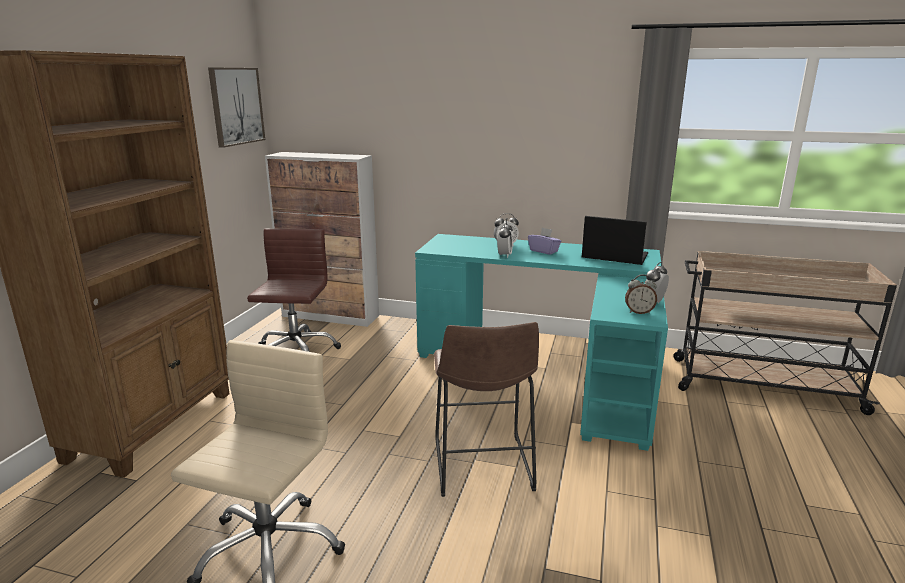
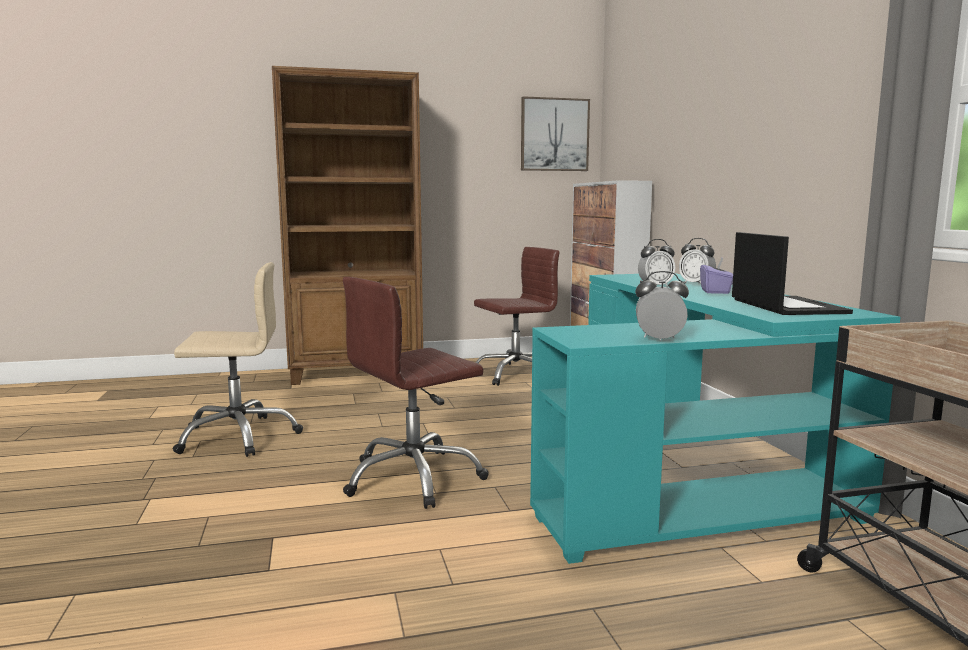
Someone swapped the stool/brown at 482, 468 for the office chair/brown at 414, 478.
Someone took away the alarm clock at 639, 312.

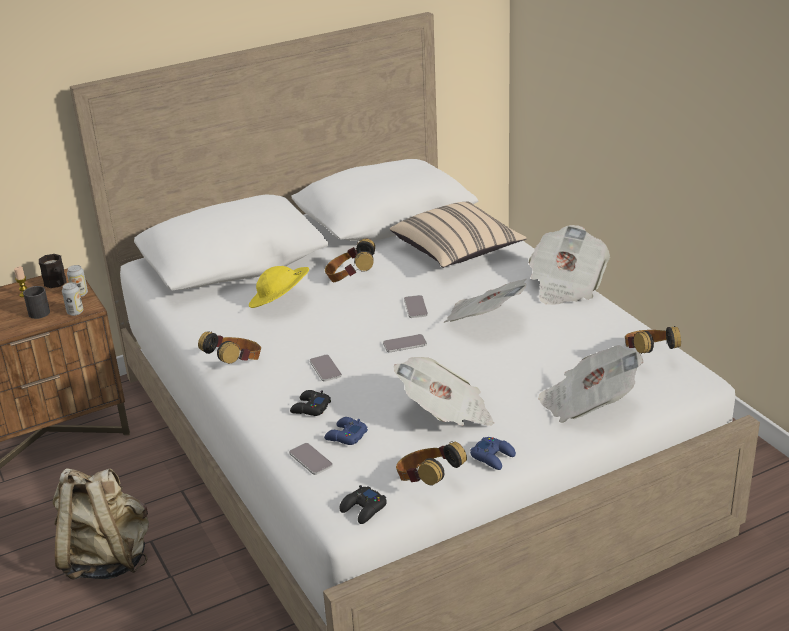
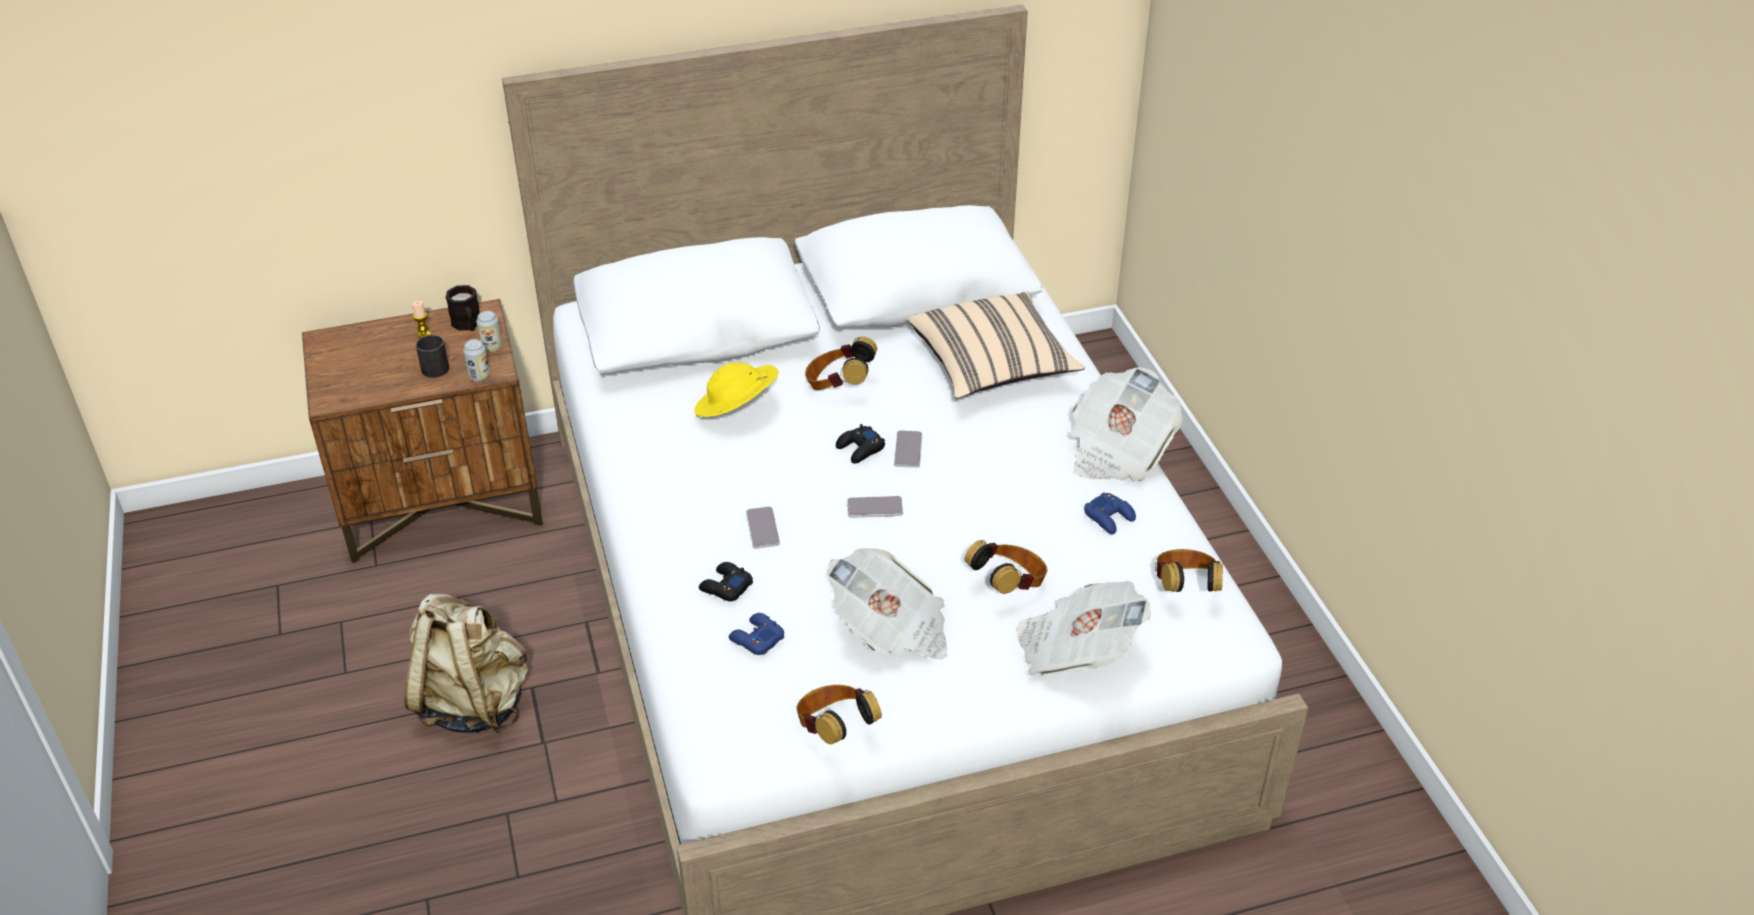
Someone carried the headphones from 235, 365 to 1008, 585.
Someone took away the phone at 310, 459.
Someone carried the game controller/black from 363, 509 to 860, 449.
Someone took away the newspaper at 484, 320.
Someone carried the game controller/blue from 493, 457 to 1109, 517.

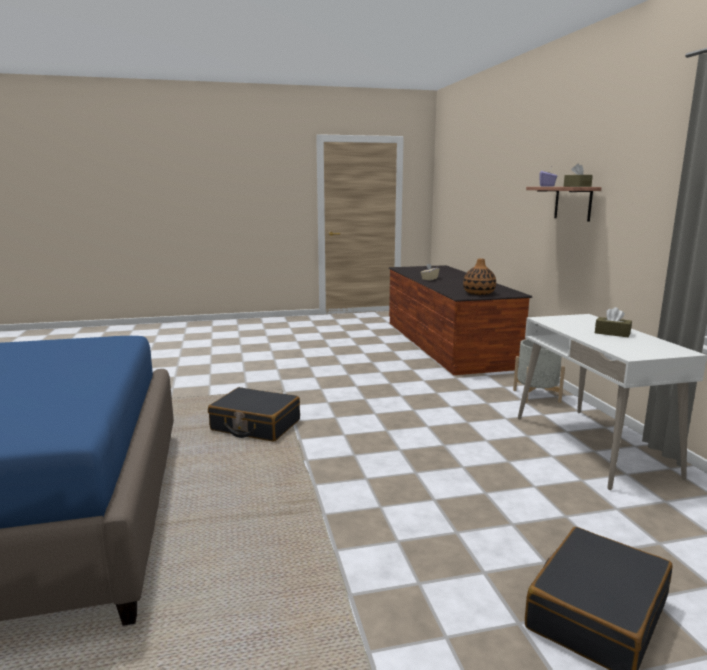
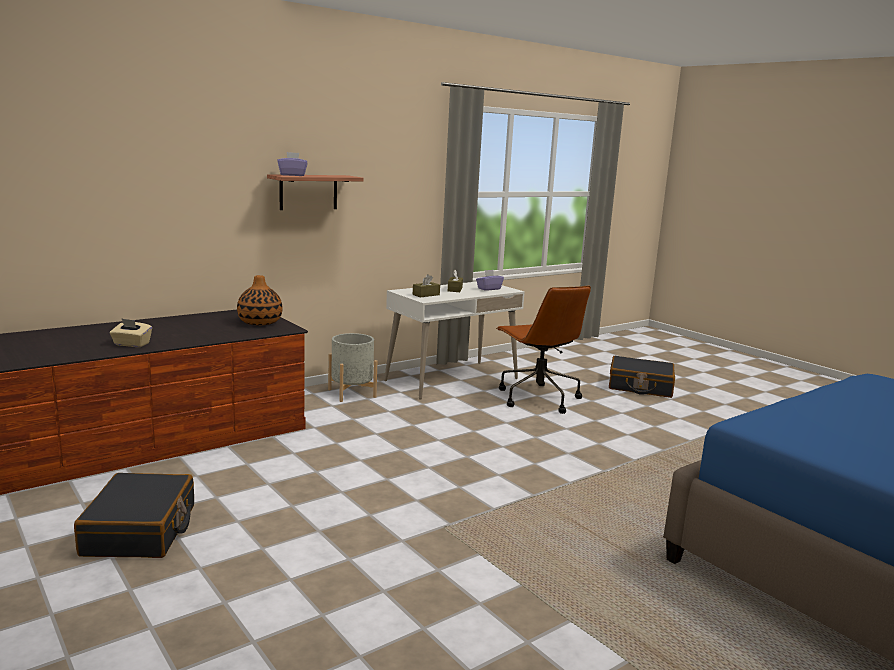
Someone carried the suitcase/black from 255, 425 to 140, 530.
Someone carried the tissue box/brown from 577, 186 to 426, 295.
Someone put down the tissue box/purple at 489, 289.
Someone put down the office chair/brown at 537, 398.

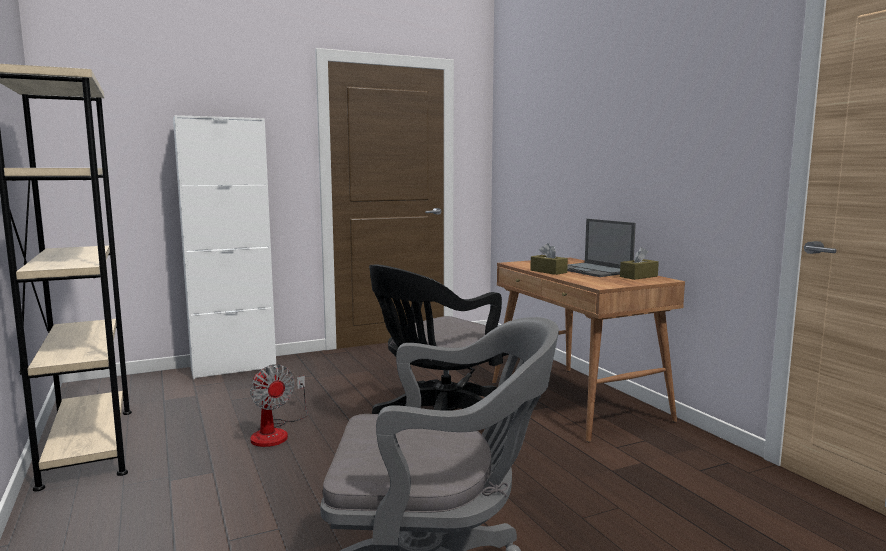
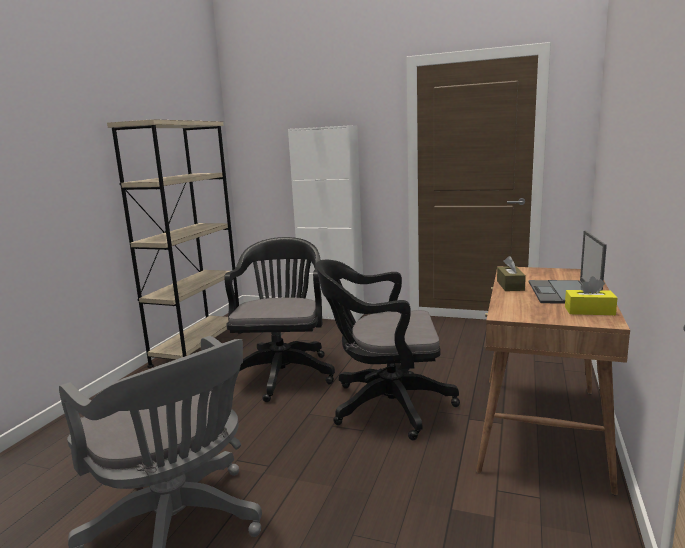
Someone swapped the fan at 276, 433 for the office chair/black at 283, 372.
Someone repainted the tissue box/brown at 638, 276, which became the tissue box/yellow at 589, 311.

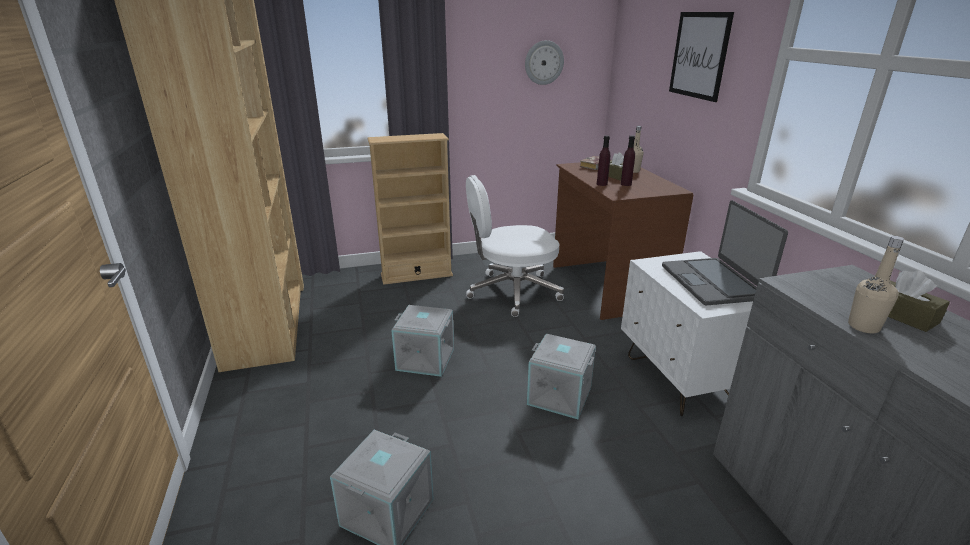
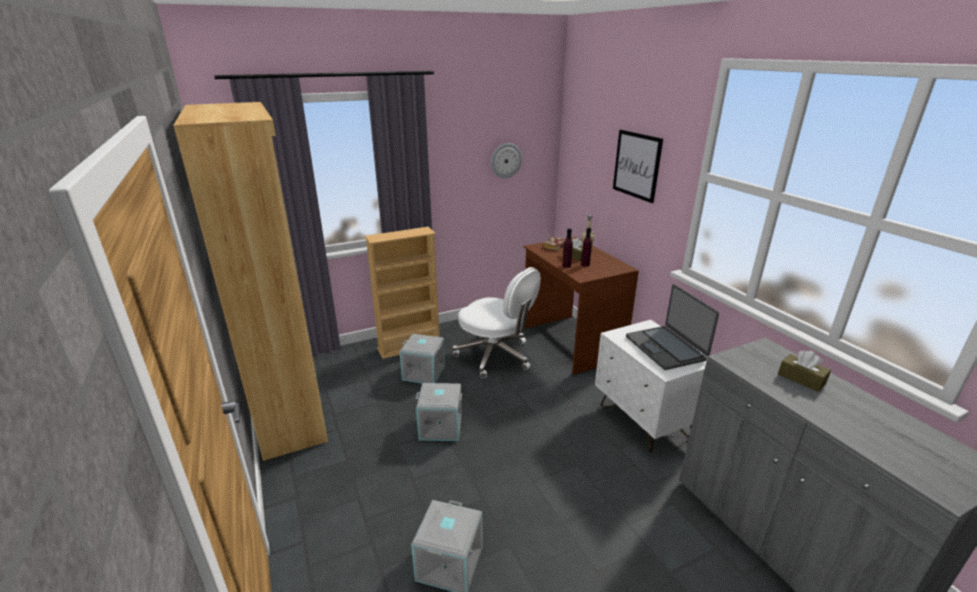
Someone rotated the office chair/white at 512, 292 by 120 degrees counterclockwise.
Someone carried the storage box/grey from 560, 395 to 424, 372.
Someone took away the bottle/beige at 863, 326.

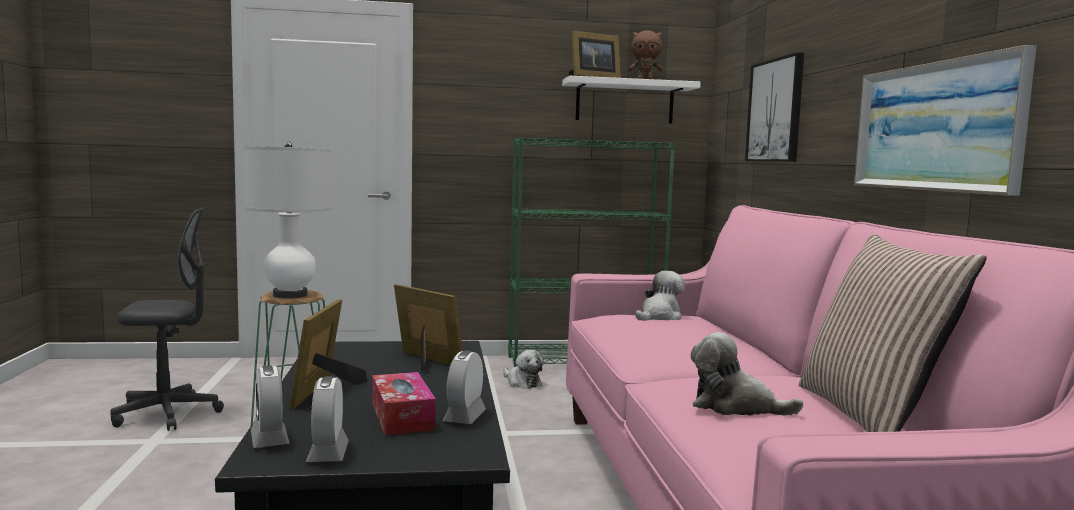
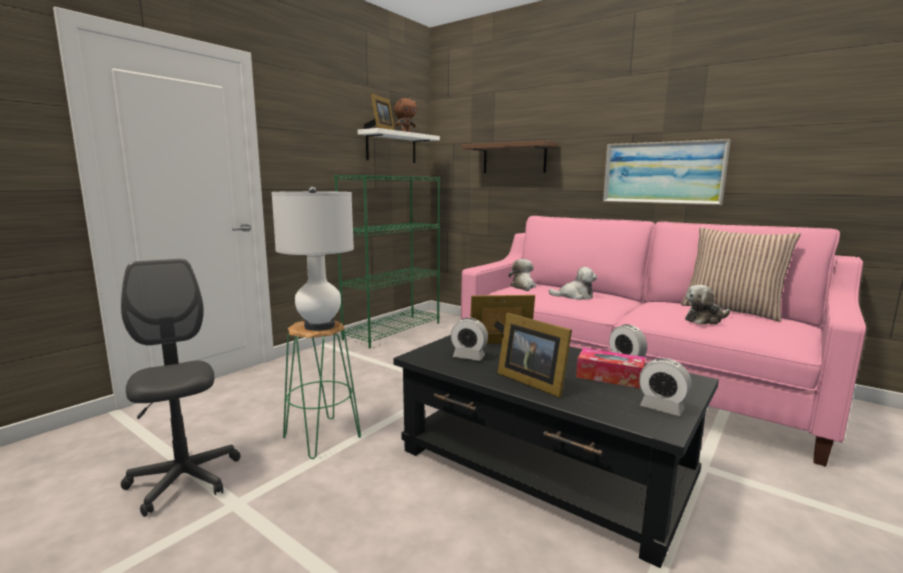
Someone rotated the office chair/grey at 167, 414 by 60 degrees counterclockwise.
Someone carried the alarm clock from 269, 439 to 468, 357.
Someone carried the plush toy from 522, 382 to 574, 296.
Someone swapped the picture at 775, 111 for the shelf/brown at 514, 158.

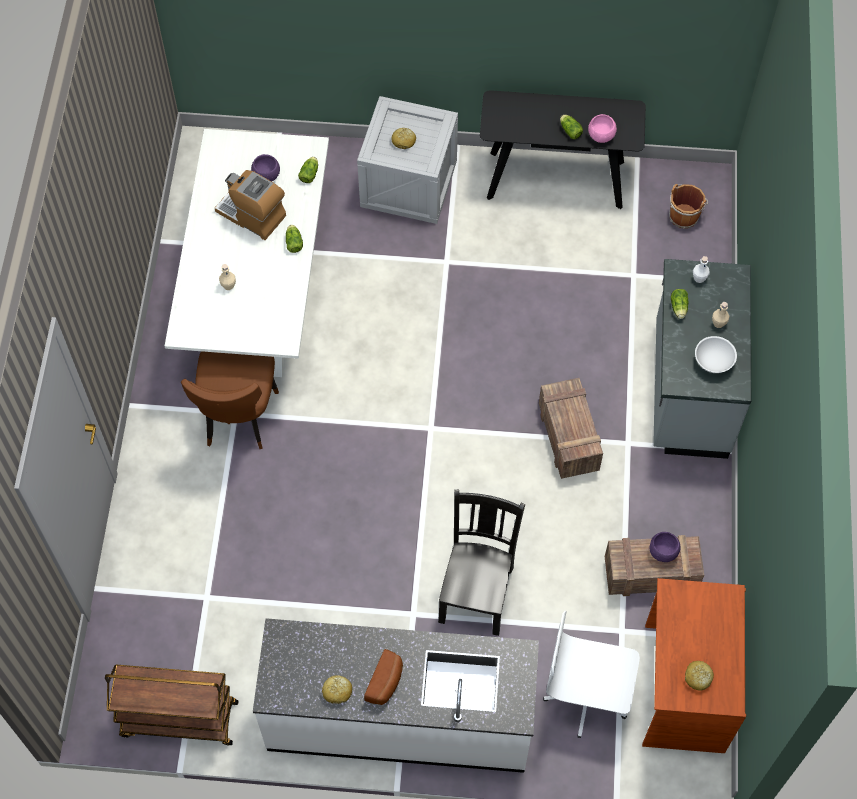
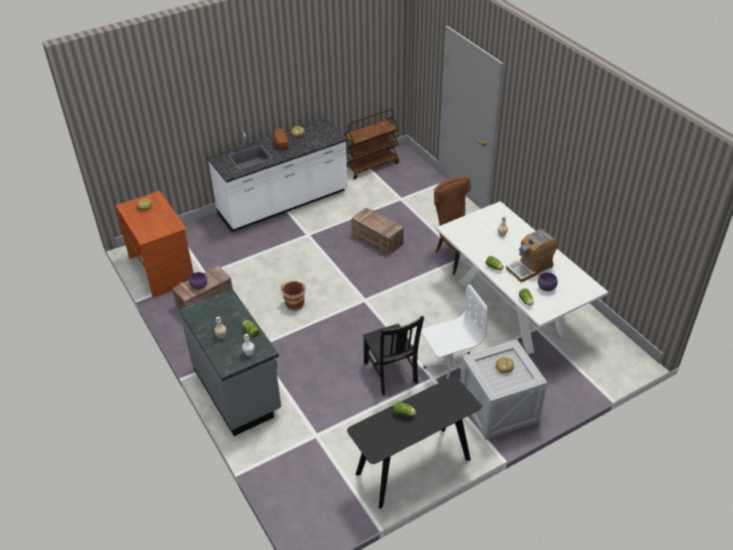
Someone rotated the coffee machine at 252, 214 by 150 degrees clockwise.
Someone carried the chair/black from 477, 592 to 391, 374.
Someone carried the crate from 567, 436 to 378, 240.
Someone carried the office chair/white from 587, 697 to 449, 365.
Someone took away the bowl/pink at 600, 136.
Someone carried the bucket/brown from 684, 215 to 295, 304.
Someone took away the bowl/white at 713, 361.

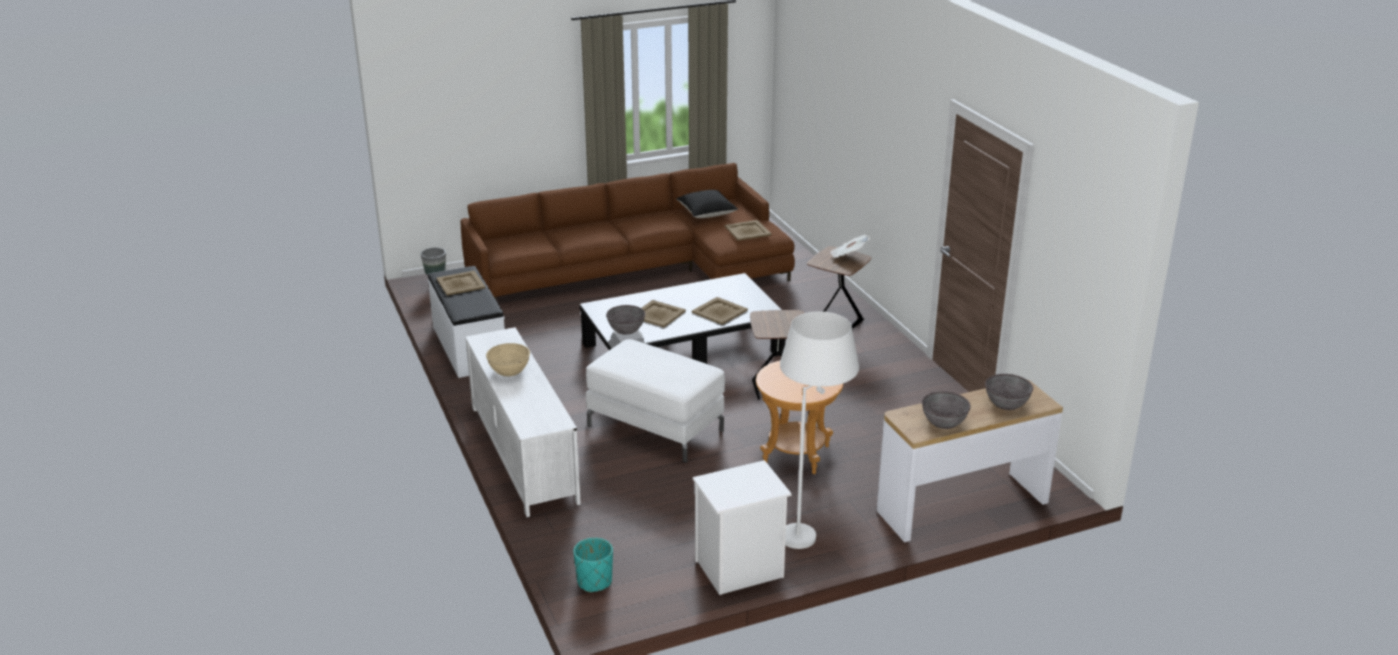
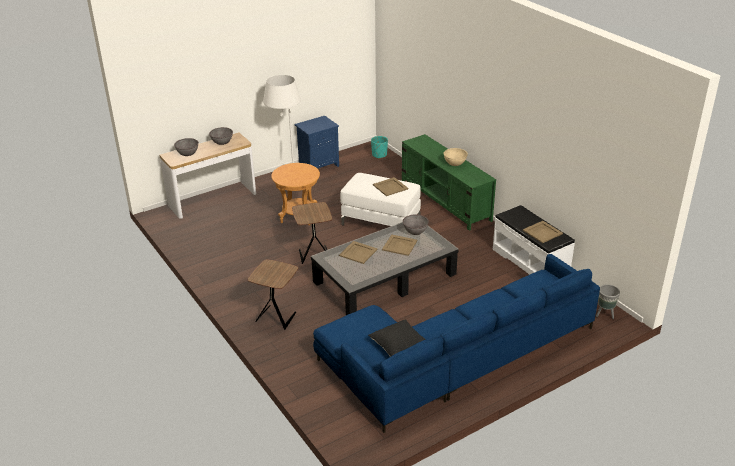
Someone repainted the sofa/brown at 638, 270, which became the sofa/blue at 453, 357.
Someone repainted the tv stand/white at 523, 453, which became the tv stand/green at 445, 201.
Someone repainted the nightstand/white at 739, 570, which became the nightstand/blue at 319, 165.
Someone carried the tray/beige from 747, 230 to 390, 187.
Someone took away the newspaper at 848, 256.

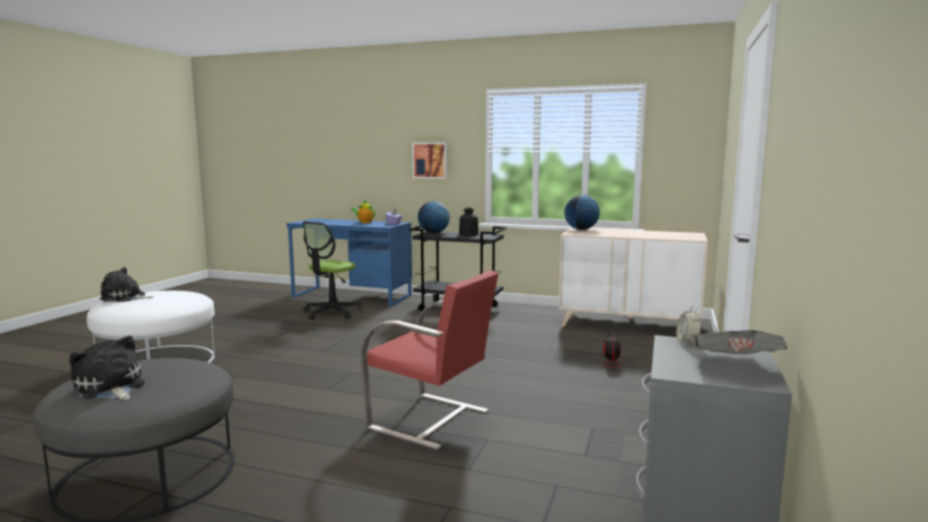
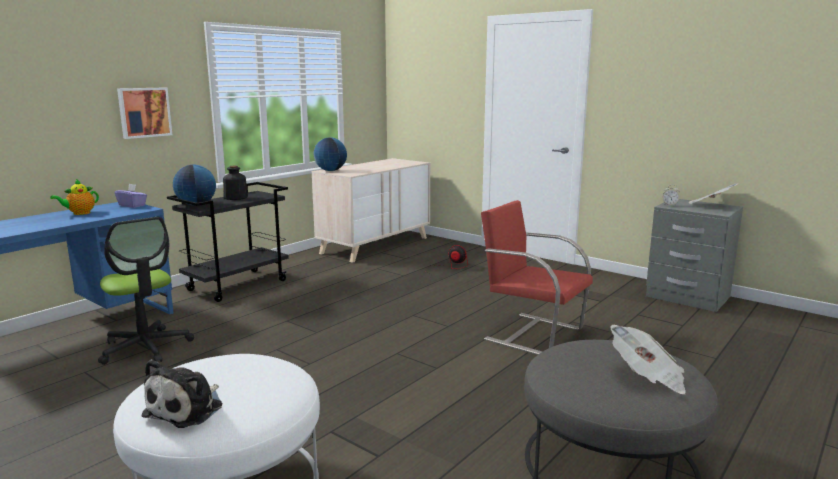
Someone swapped the plush toy at 110, 388 for the newspaper at 647, 377.
Someone rotated the chair/red at 431, 420 by 105 degrees counterclockwise.

